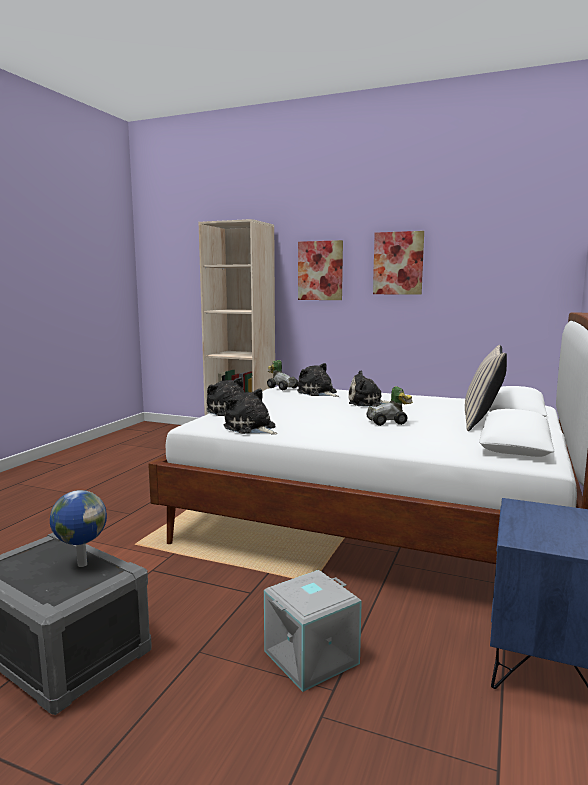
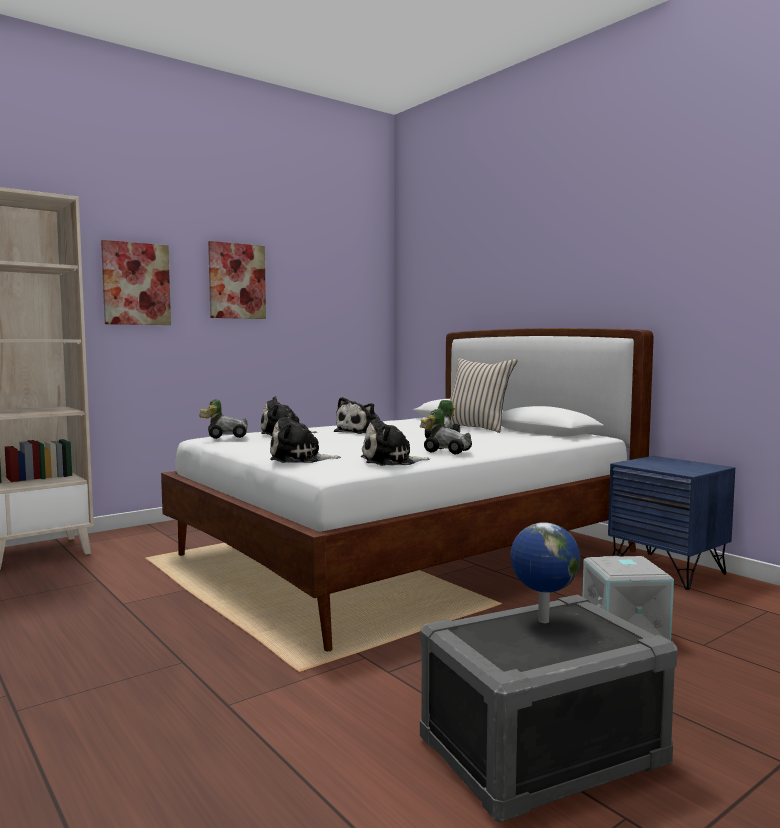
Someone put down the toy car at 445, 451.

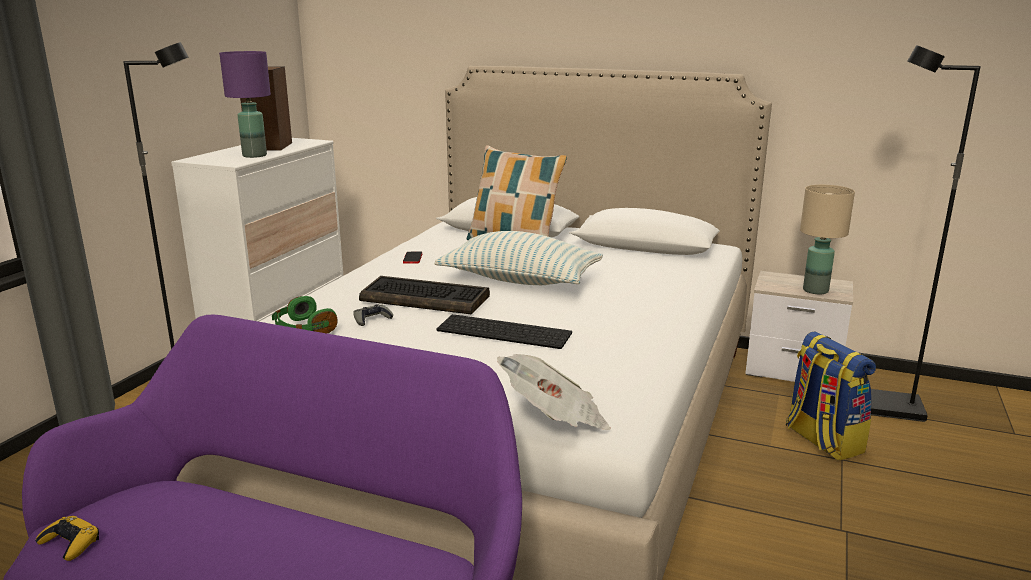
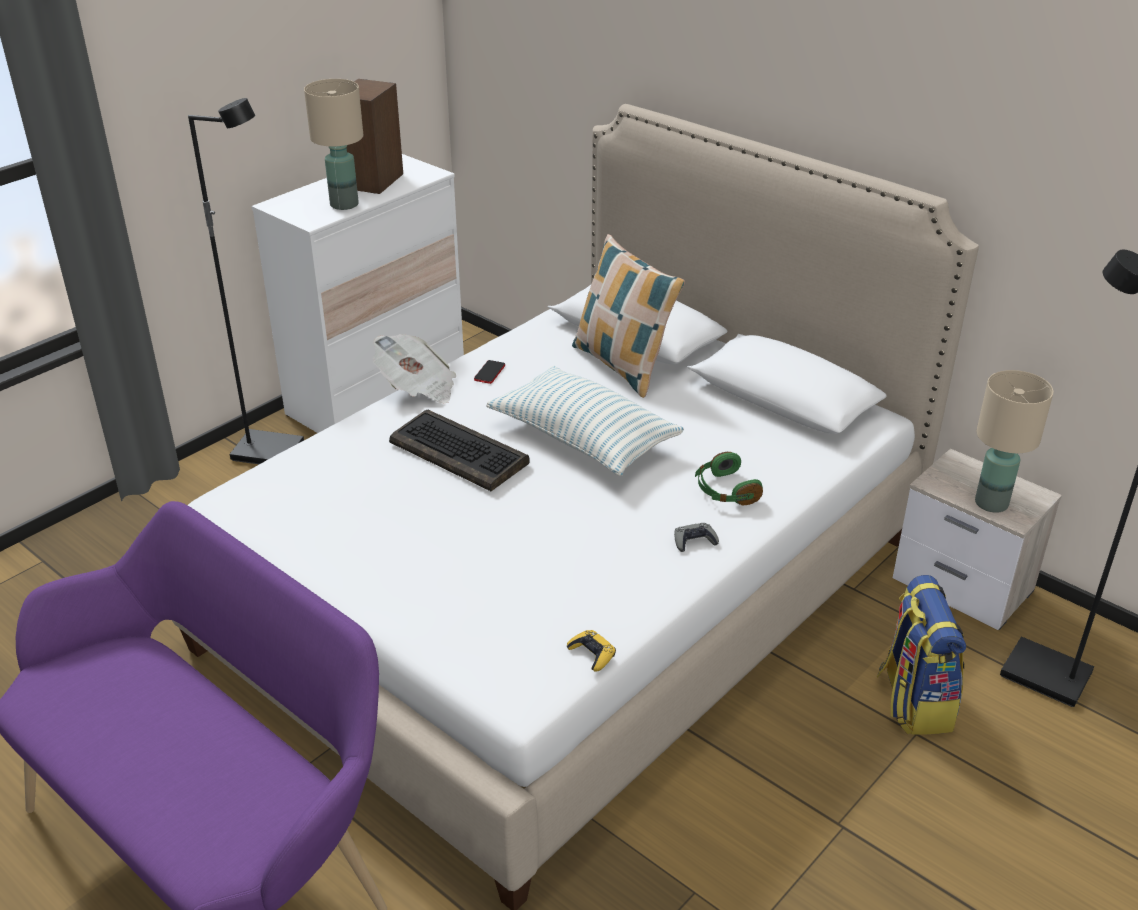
Someone carried the game controller/yellow from 70, 543 to 592, 654.
Someone repainted the table lamp/purple at 255, 155, which became the table lamp/beige at 344, 205.
Someone carried the headphones/green from 303, 329 to 725, 491.
Someone carried the game controller/grey from 372, 319 to 694, 541.
Someone took away the keyboard at 506, 331.
Someone carried the newspaper from 555, 419 to 417, 388.

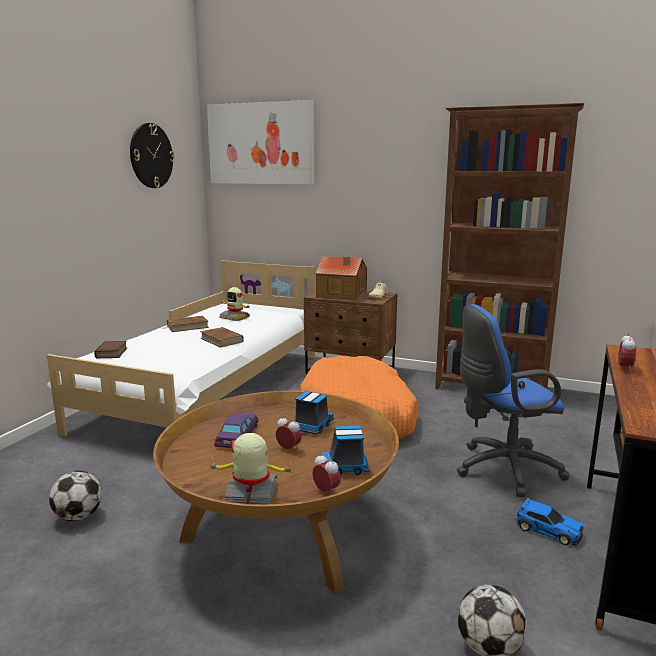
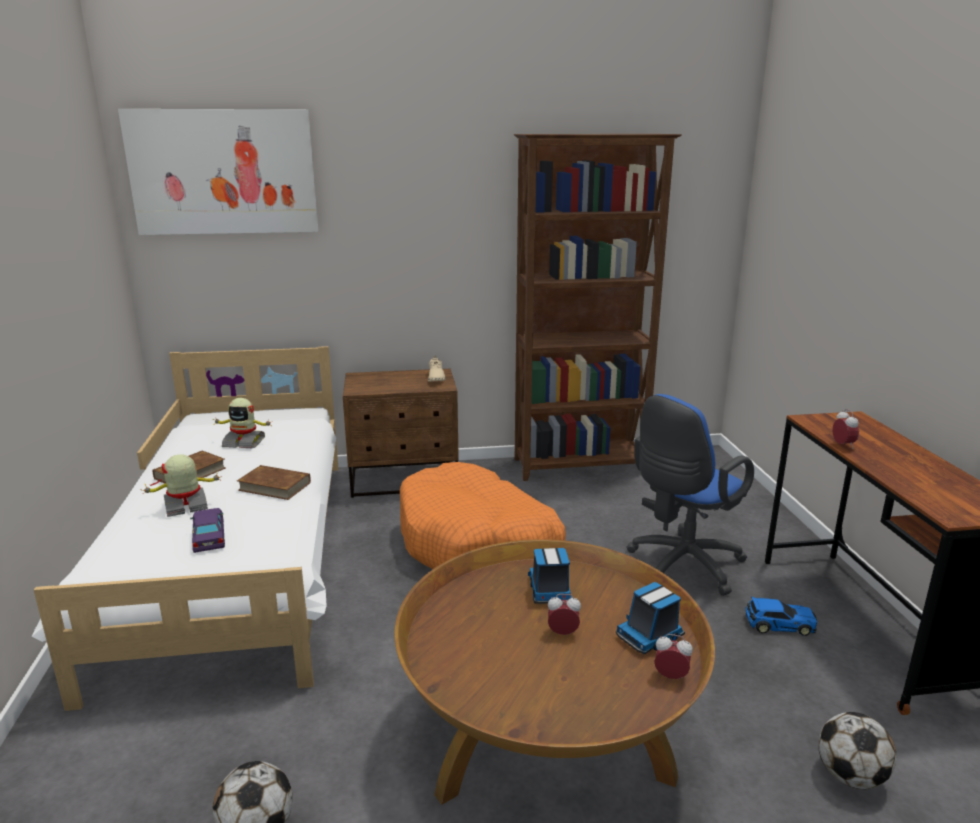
Someone took away the book at 112, 353.
Someone took away the wall clock at 151, 156.
Someone carried the toy robot from 252, 493 to 186, 506.
Someone carried the toy car/purple from 237, 435 to 209, 535.
Someone took away the toy house at 342, 295.

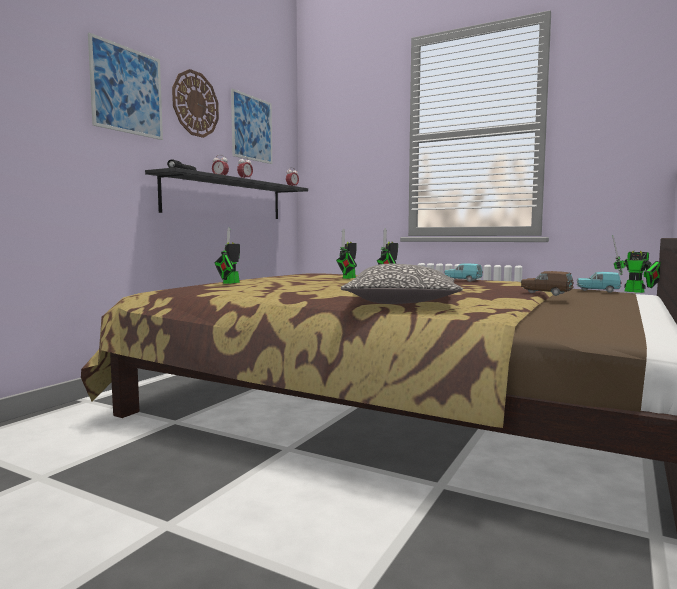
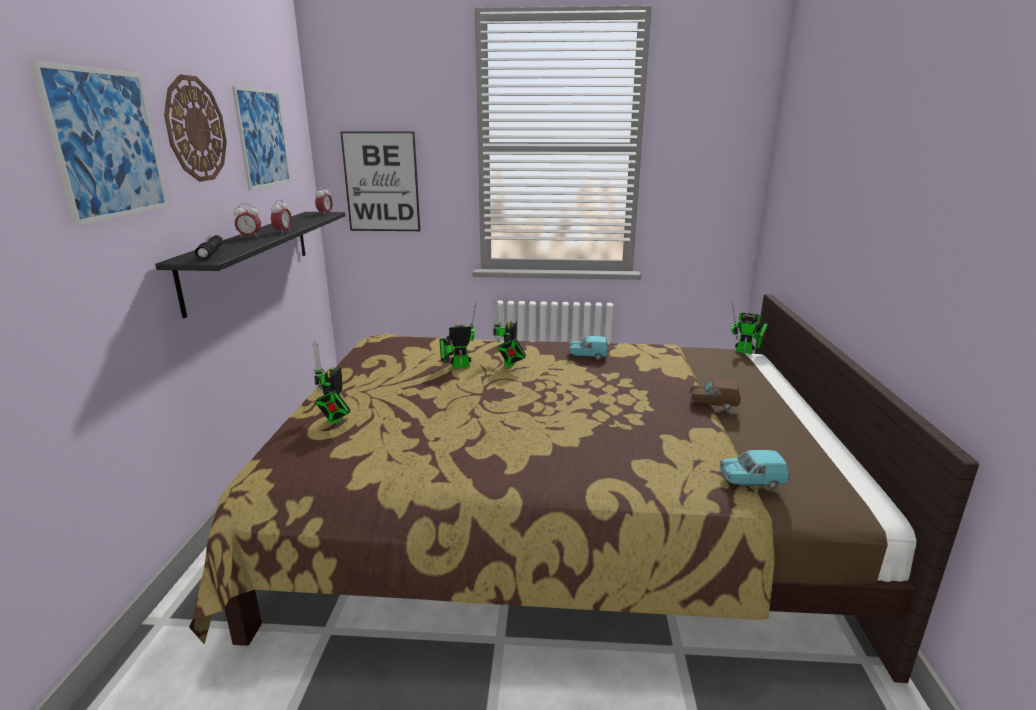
Someone rotated the toy robot at 347, 278 by 75 degrees clockwise.
Someone took away the pillow at 402, 302.
Someone carried the toy car/turquoise from 598, 291 to 751, 481.
Someone put up the picture at 381, 182.

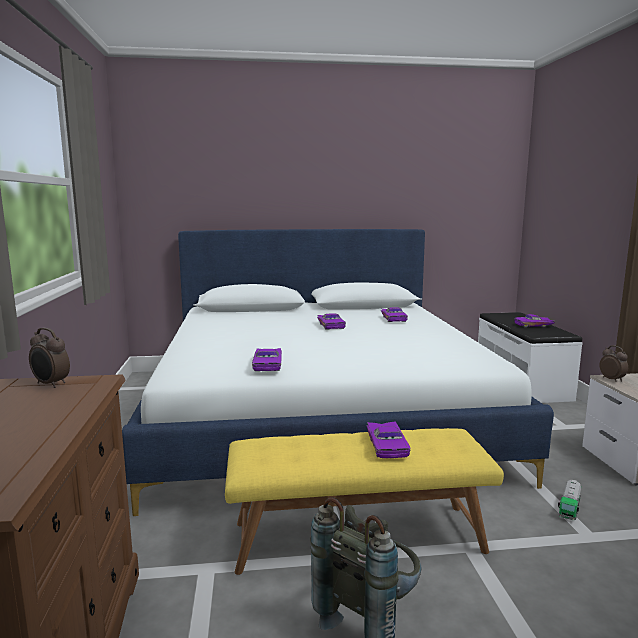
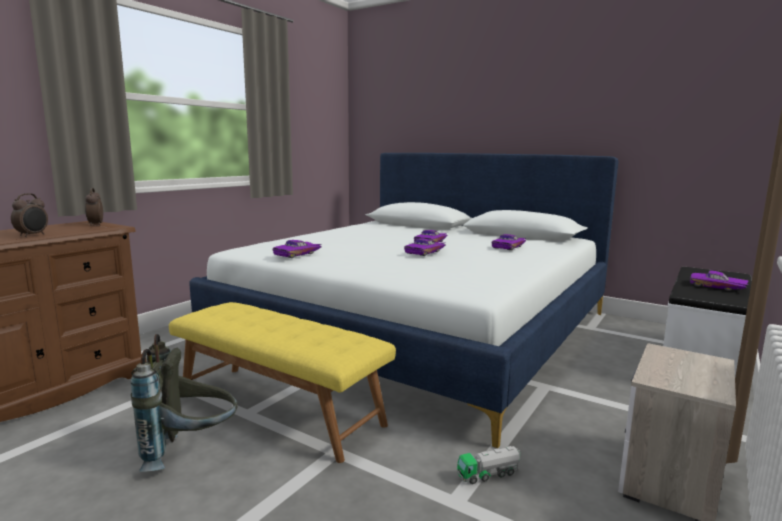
Someone carried the toy car/purple from 389, 445 to 426, 252.
Someone carried the alarm clock from 612, 379 to 33, 235.

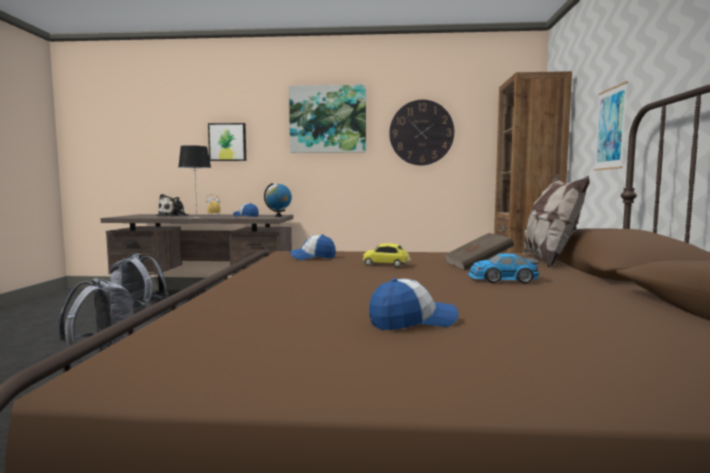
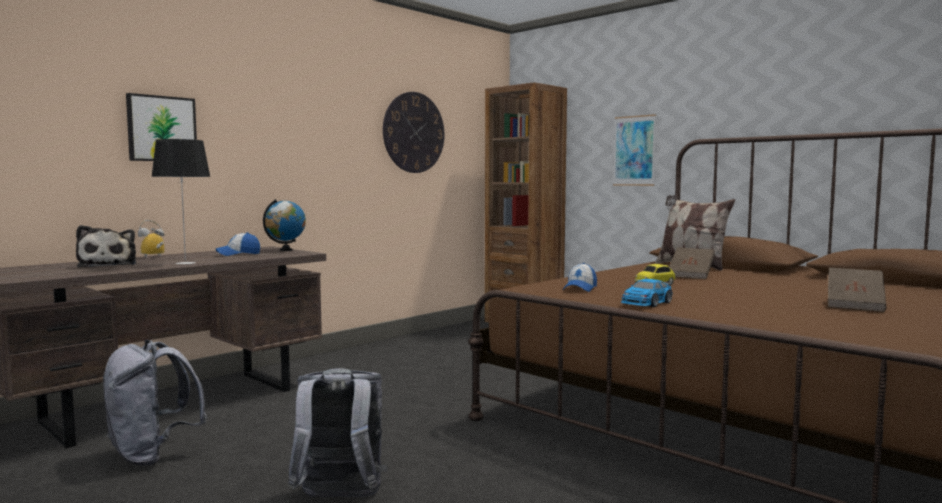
Someone took away the picture at 328, 119.
Someone swapped the cap at 412, 322 for the book/brown at 855, 305.
Someone carried the toy car from 502, 279 to 646, 303.

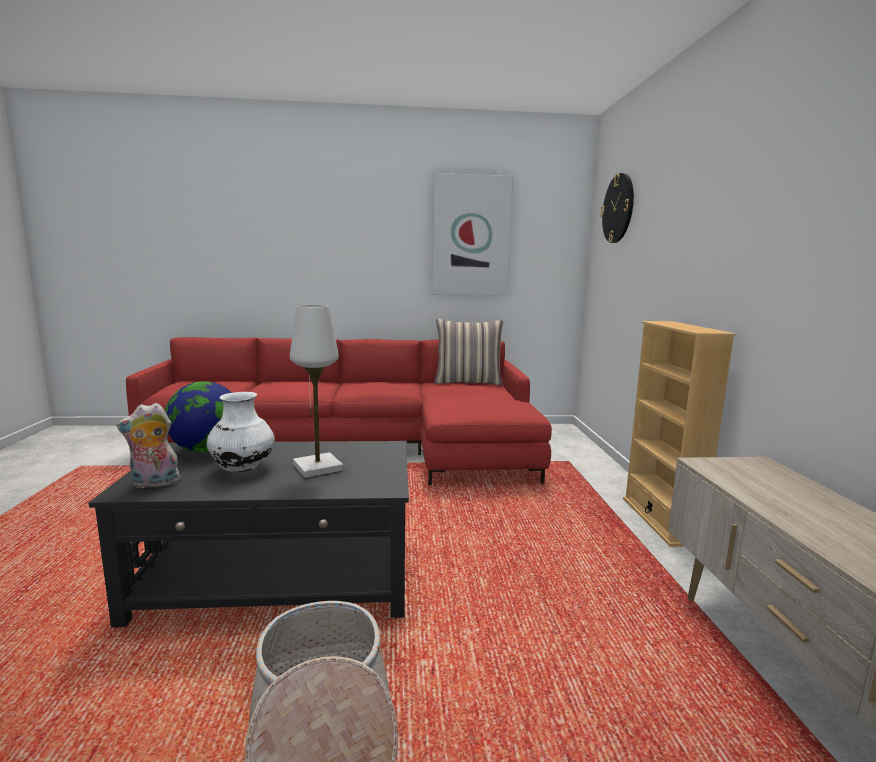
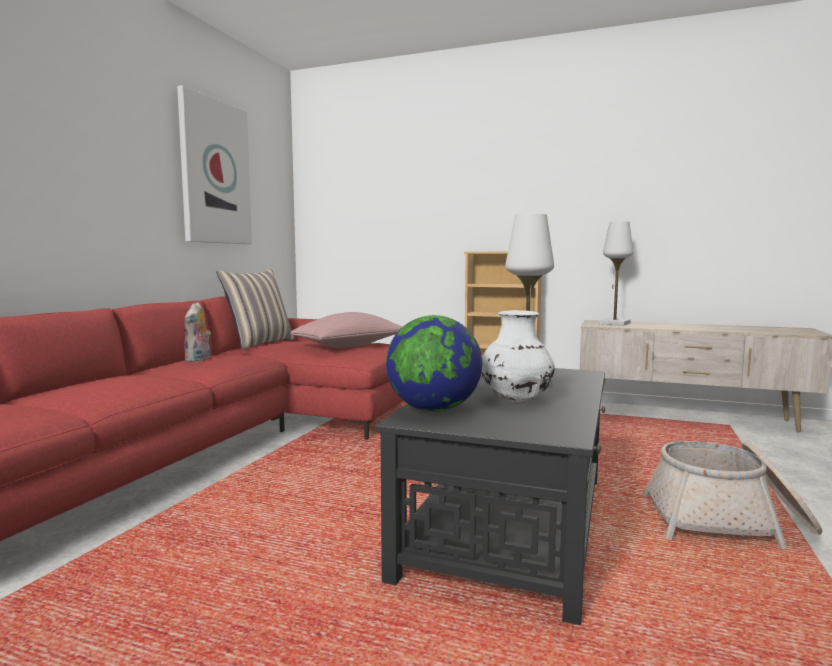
Someone carried the plush toy from 154, 484 to 199, 360.
Someone took away the wall clock at 618, 208.
Someone put down the pillow/pink at 350, 346.
Someone put down the table lamp/white at 614, 323.

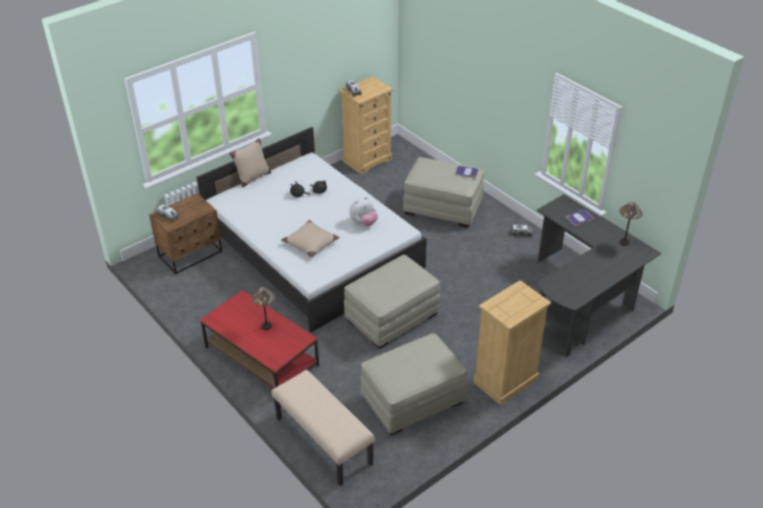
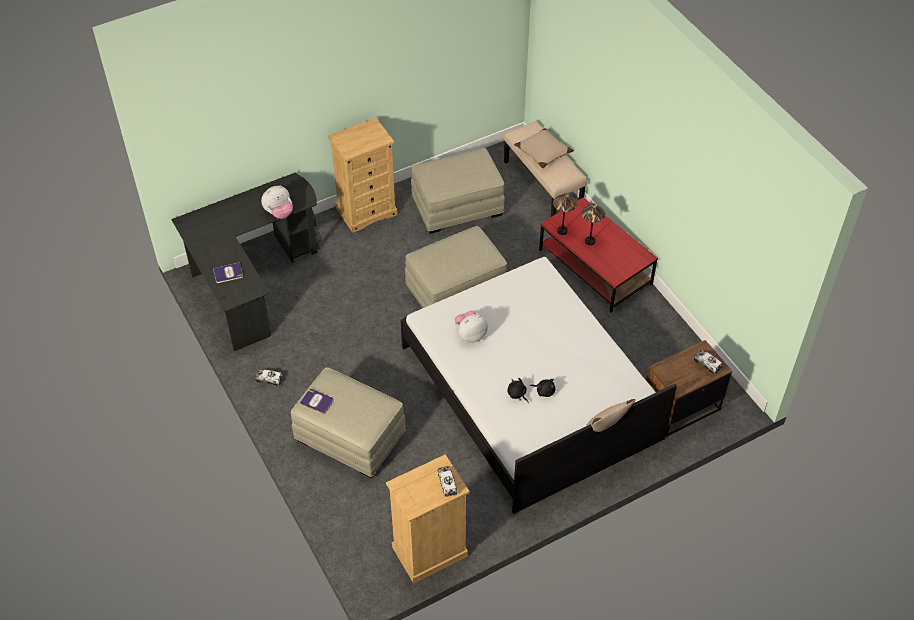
Someone carried the pillow/beige from 310, 243 to 543, 152.
Someone carried the table lamp from 624, 242 to 562, 231.
Someone put down the plush toy at 279, 213.

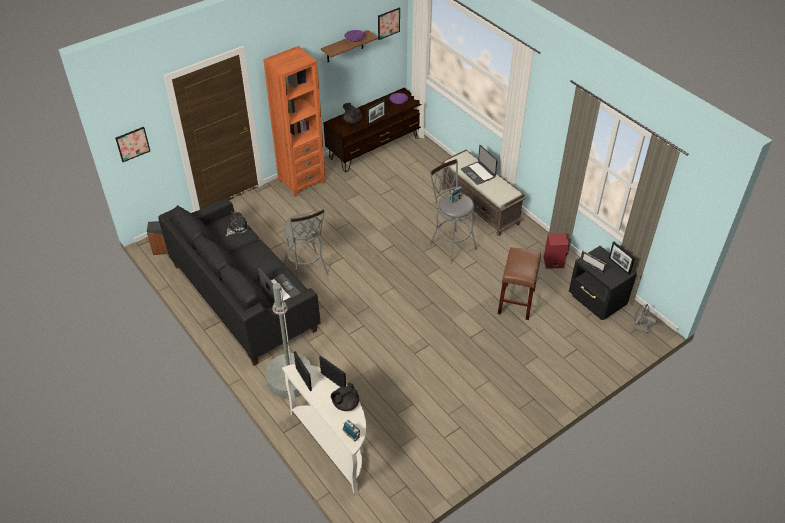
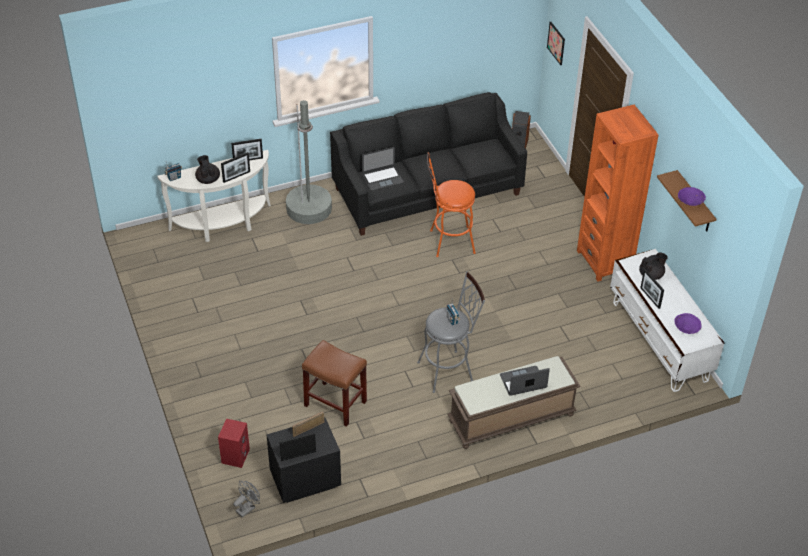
Someone took away the plush toy at 236, 228.
Someone repainted the stool/grey at 307, 271, which became the stool/orange at 448, 242.
Someone repainted the tv stand/brown at 375, 147, which became the tv stand/white at 659, 341.
Someone took away the picture at 388, 23.
Someone carried the speaker/red from 553, 262 to 235, 455.

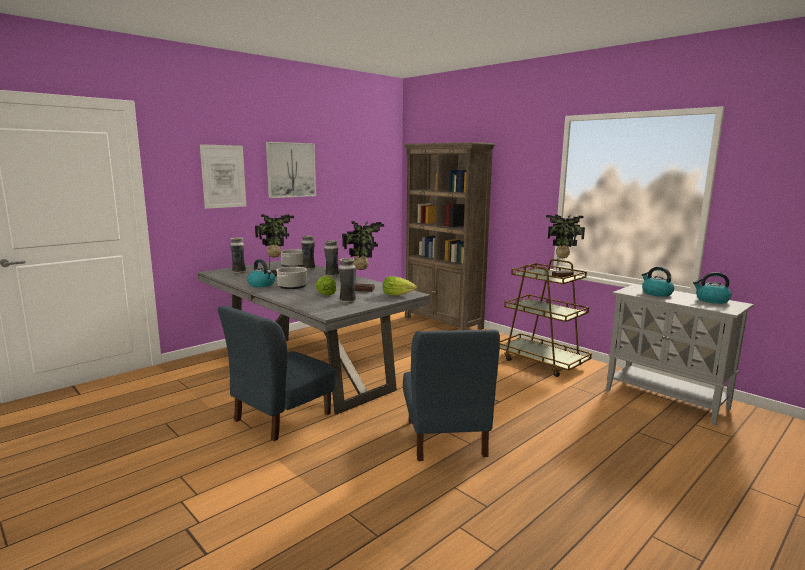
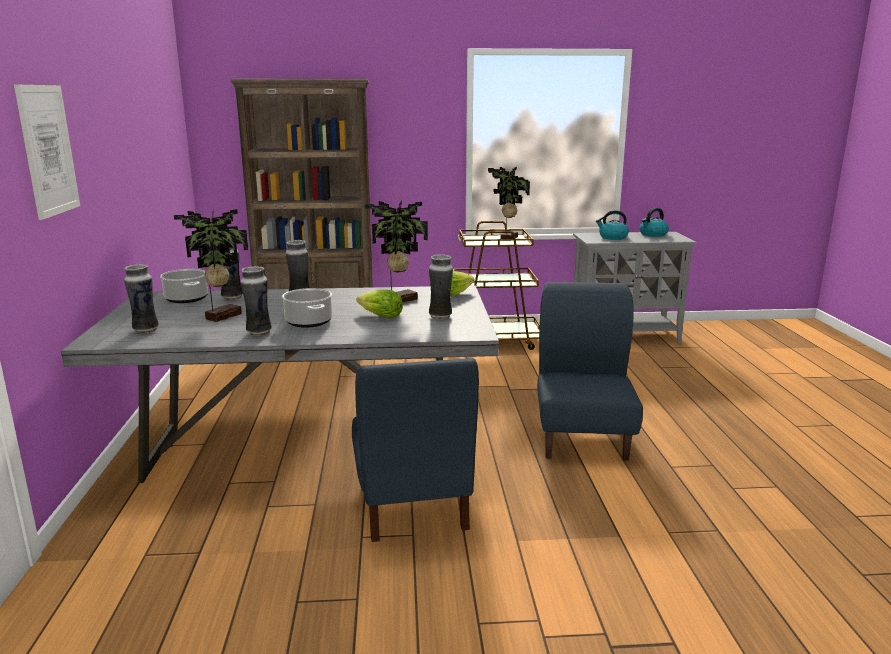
Someone swapped the kettle at 262, 284 for the vase at 258, 332.
Someone took away the picture at 291, 170.
Someone rotated the chair/blue at 445, 438 by 120 degrees counterclockwise.

